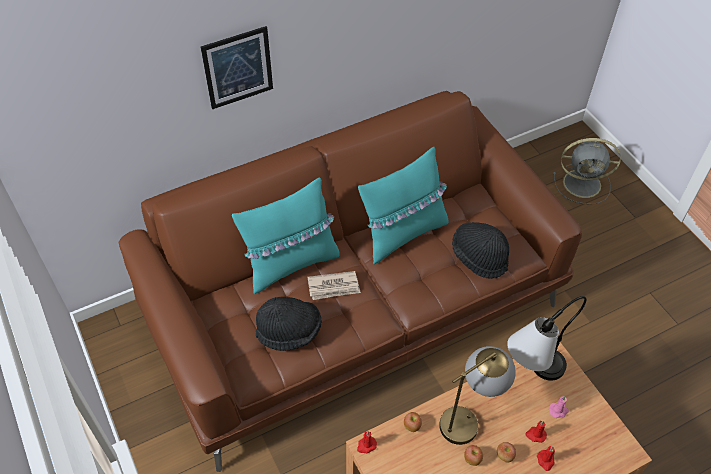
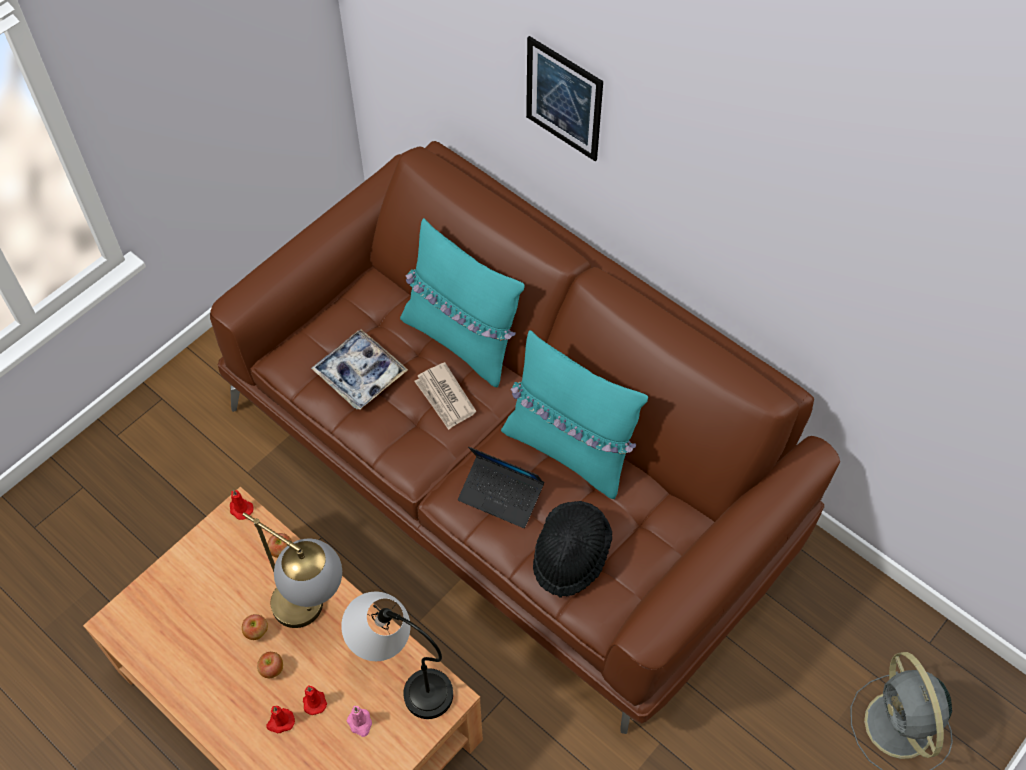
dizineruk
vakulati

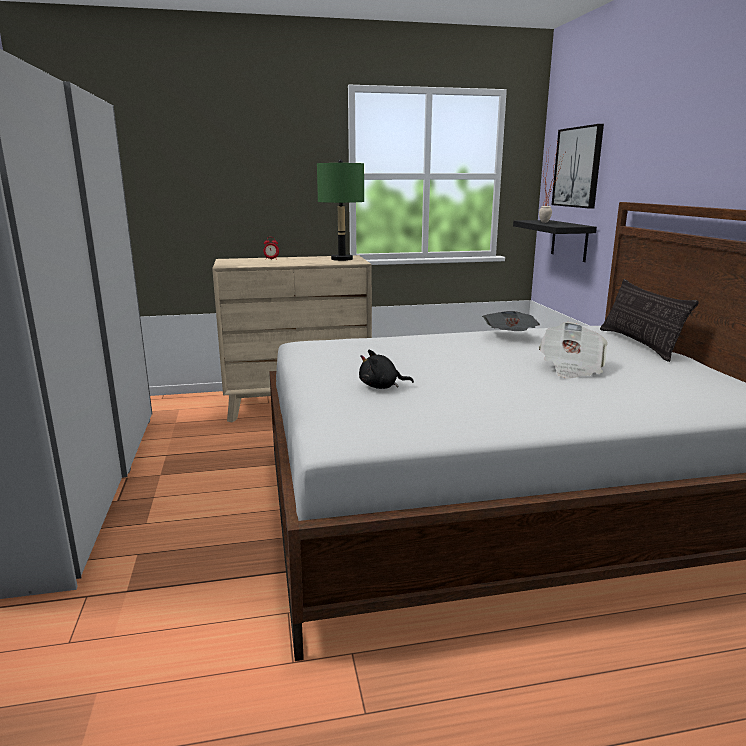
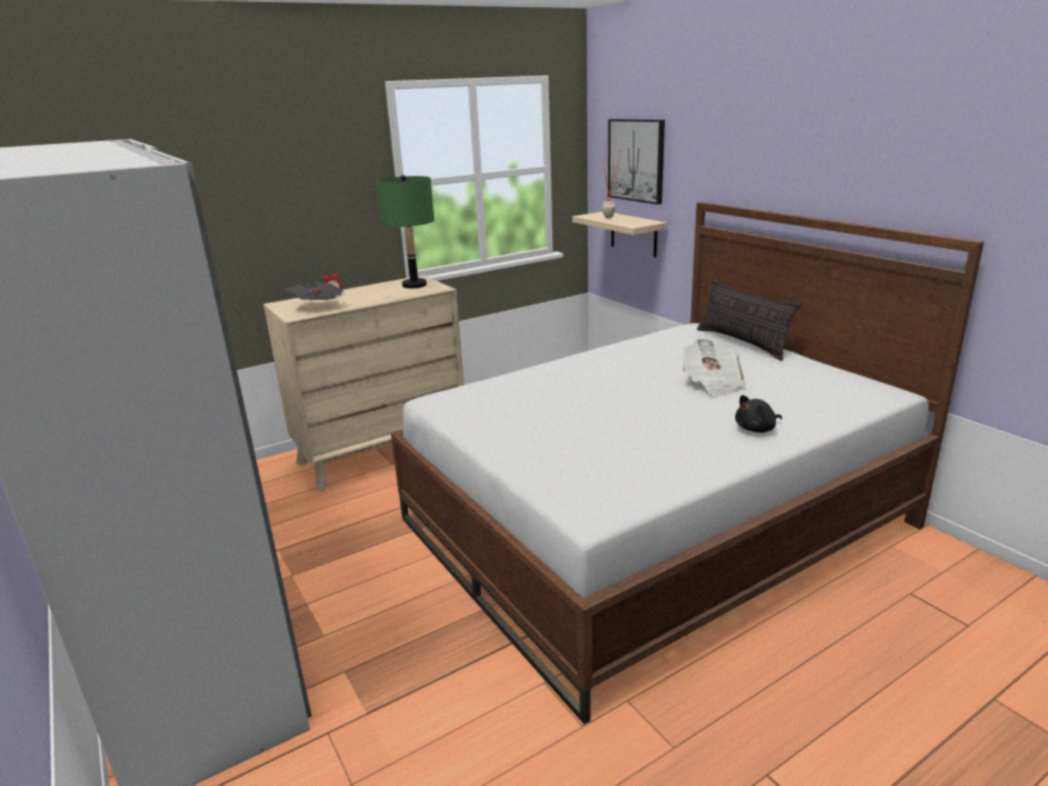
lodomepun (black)
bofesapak (1st from left)
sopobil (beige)

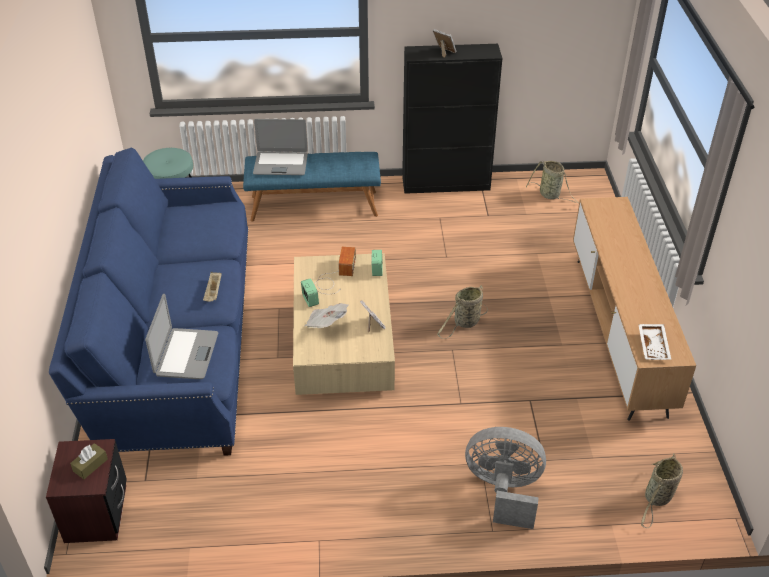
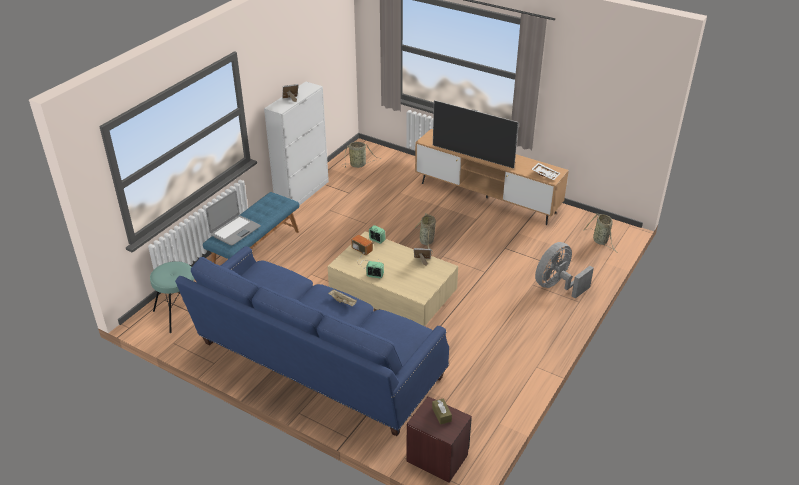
dizineruk (1st from left in the first image)
bofesapak
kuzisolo
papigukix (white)

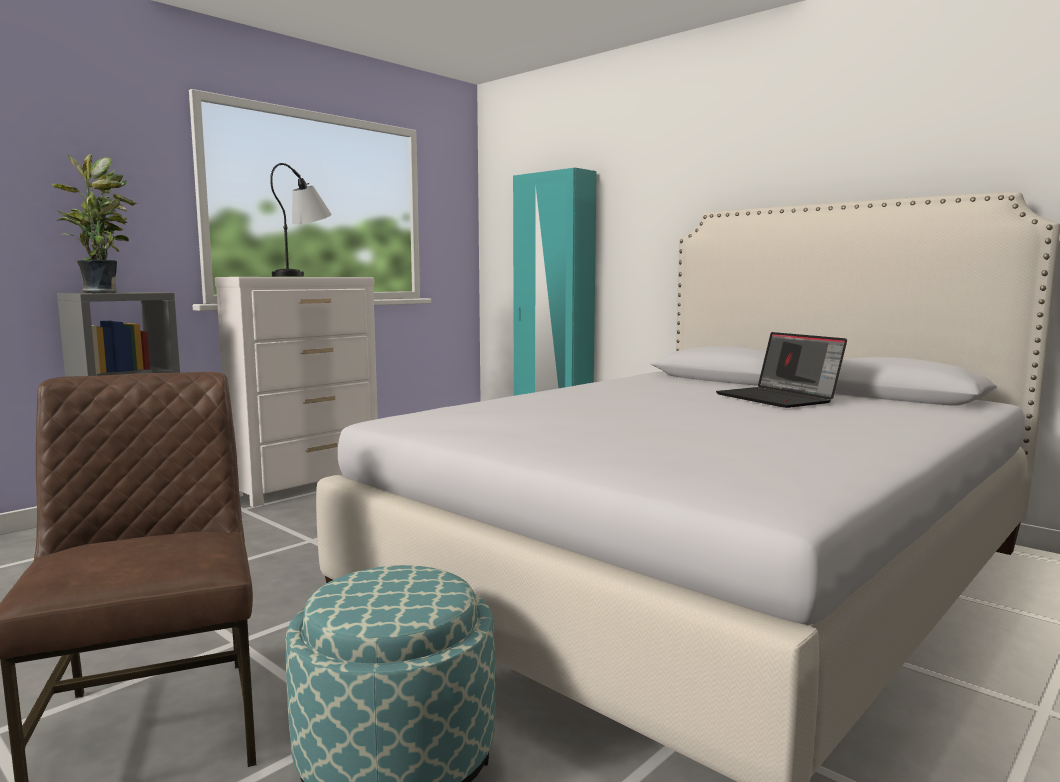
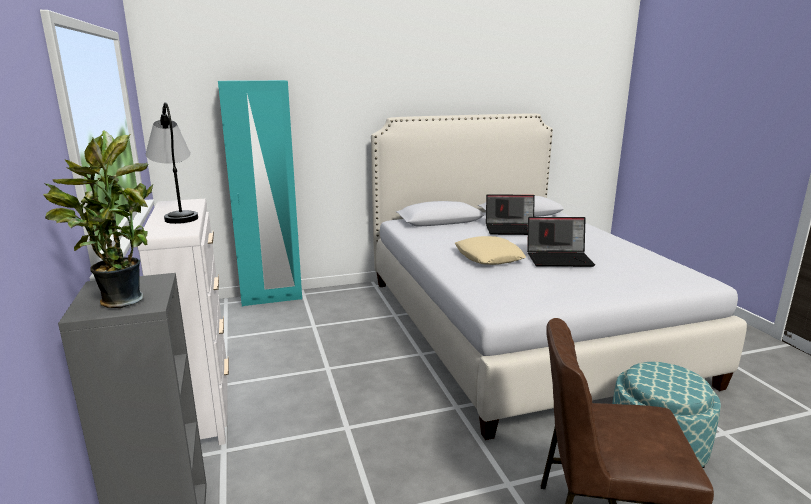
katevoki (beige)
dizineruk (2nd from left)

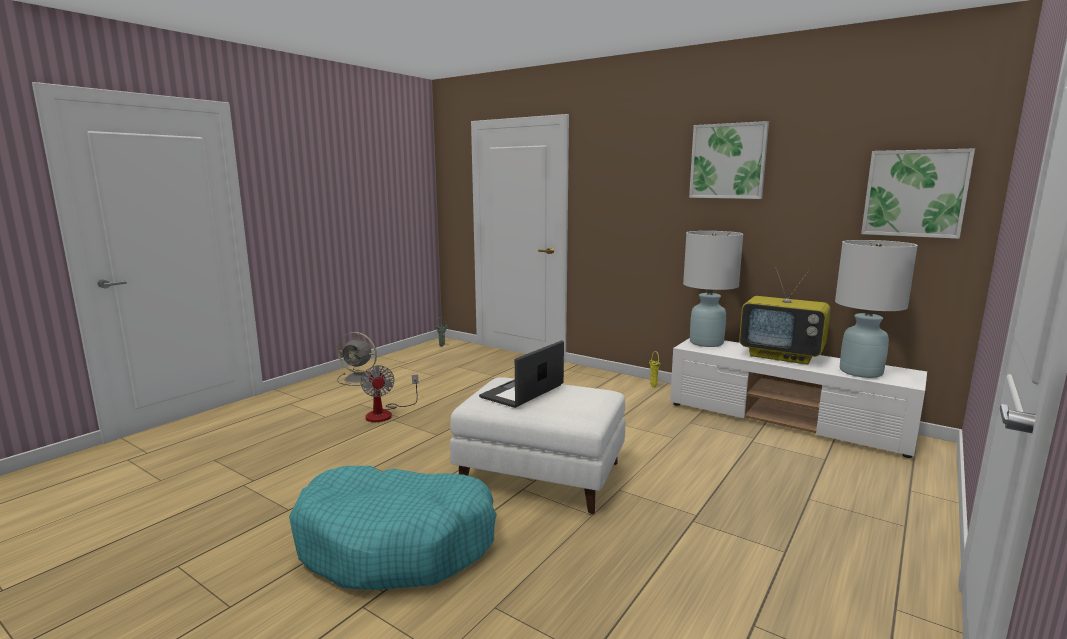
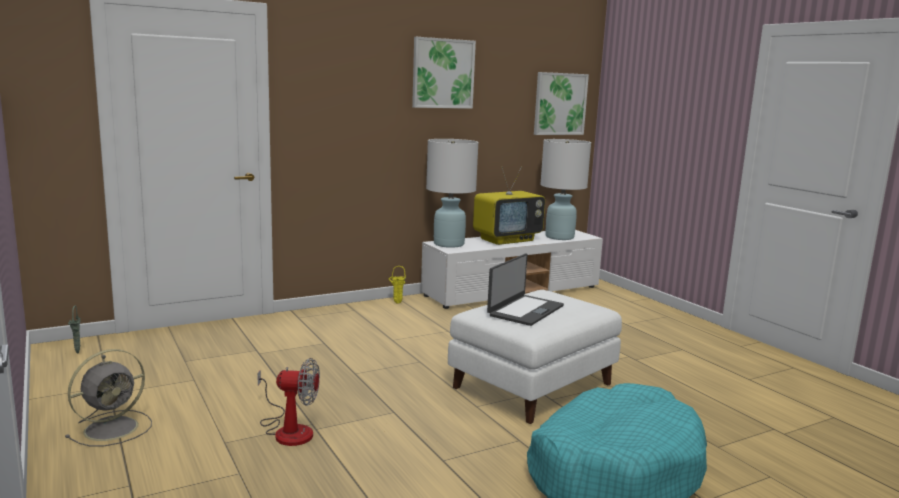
dizineruk

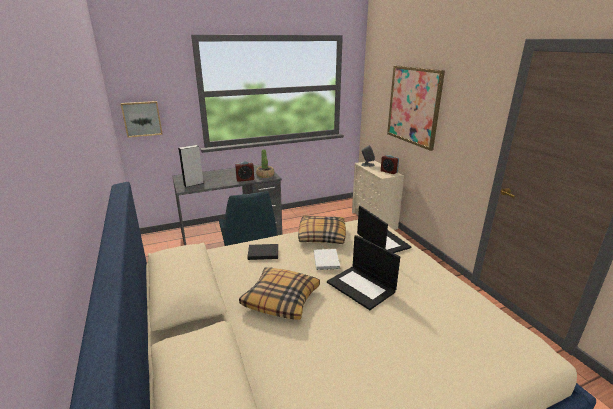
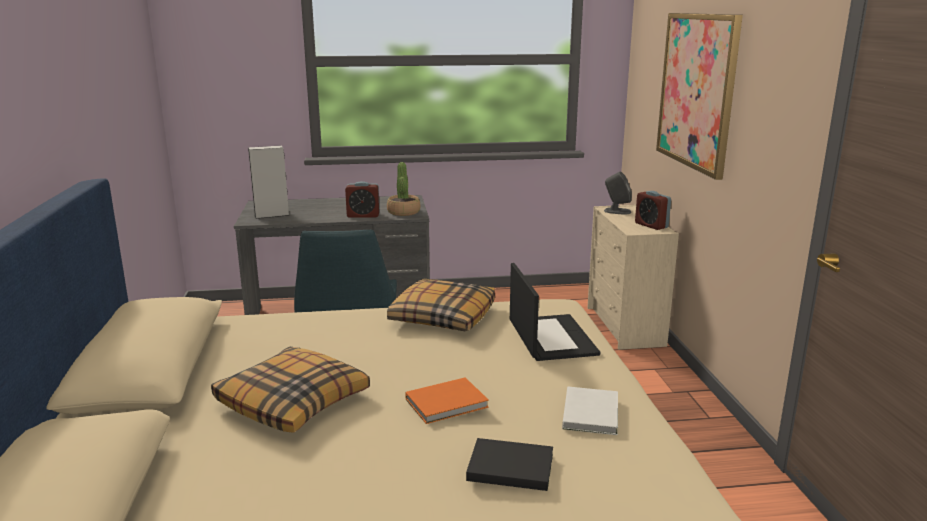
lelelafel (1st from left in the first image)
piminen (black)
piminen (white)
piminen (orange)

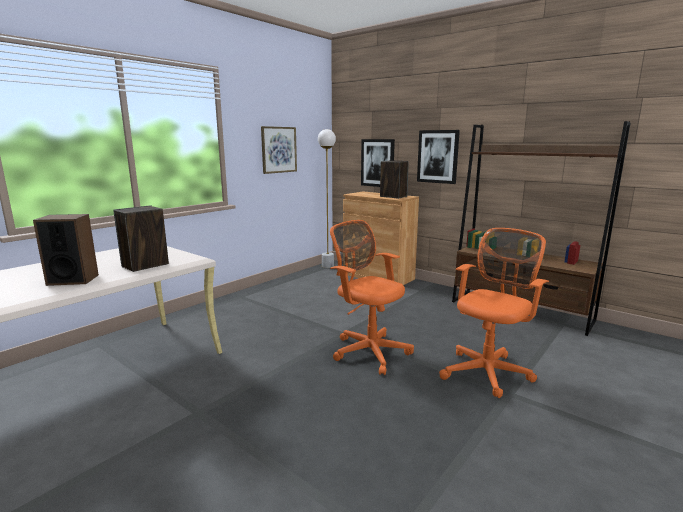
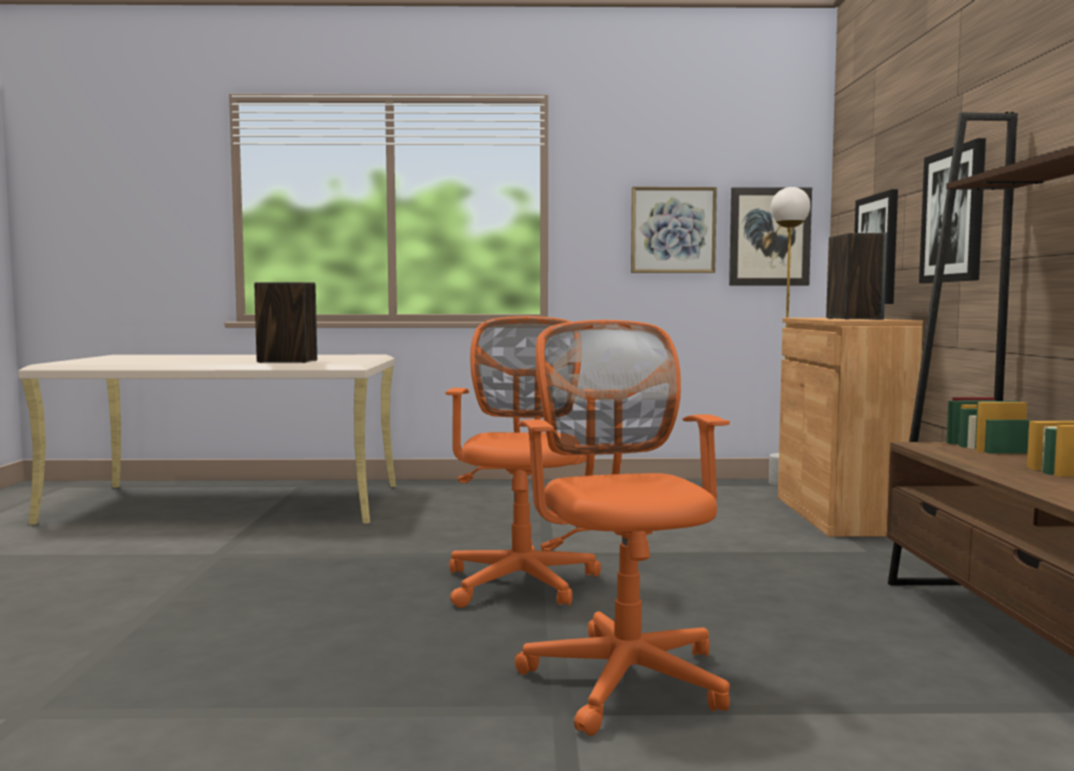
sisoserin (1st from left in the first image)
lelelafel (2nd from left)
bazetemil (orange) (2nd from left)

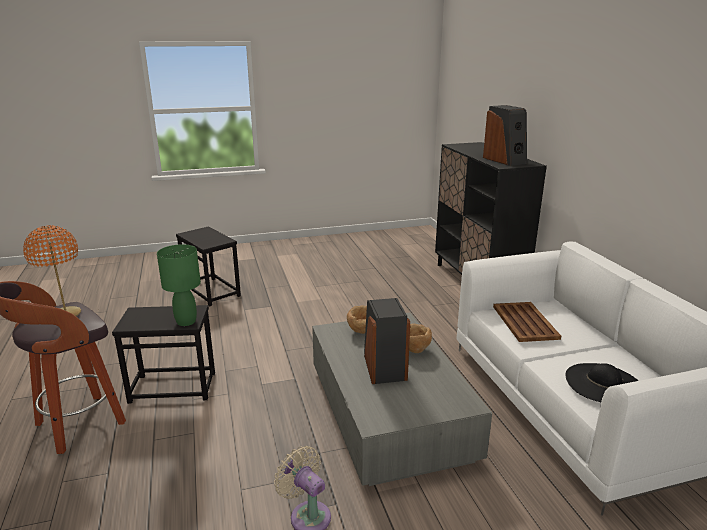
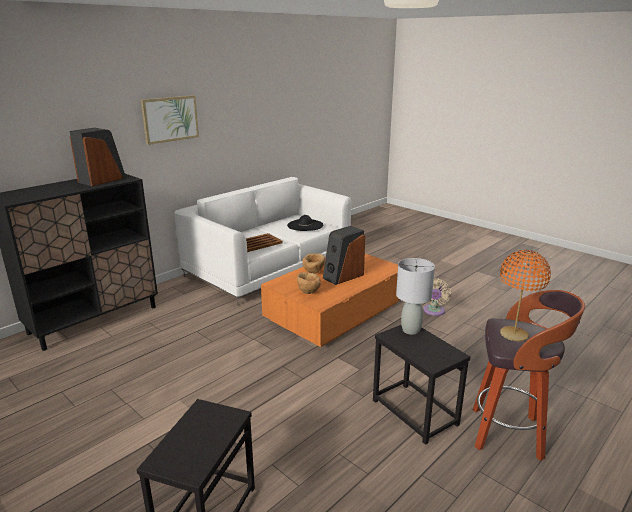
lelelafel
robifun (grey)
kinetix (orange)

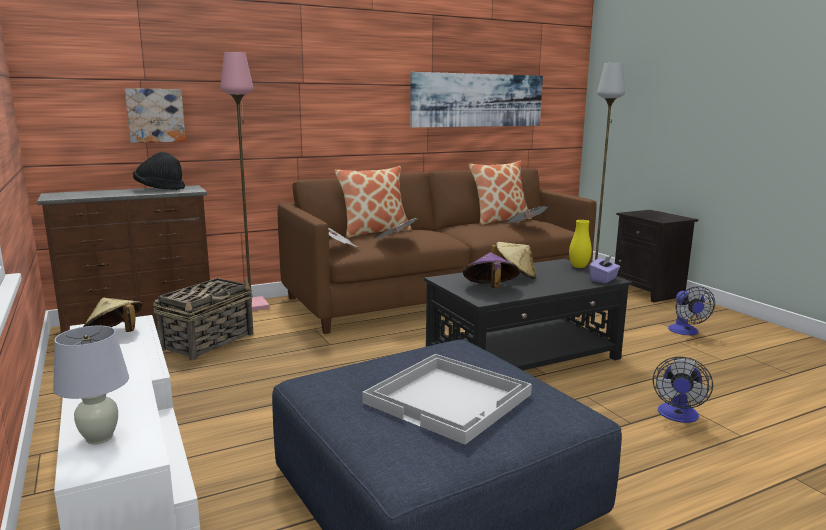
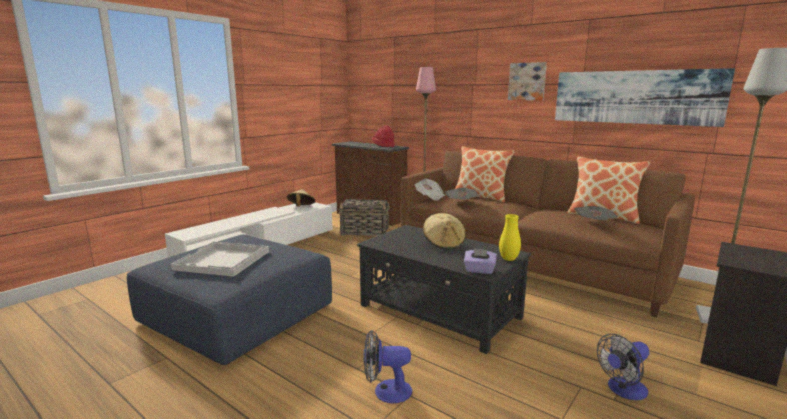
robifun (white)
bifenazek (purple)
lelelafel (1st from left)
bifenazek (red)

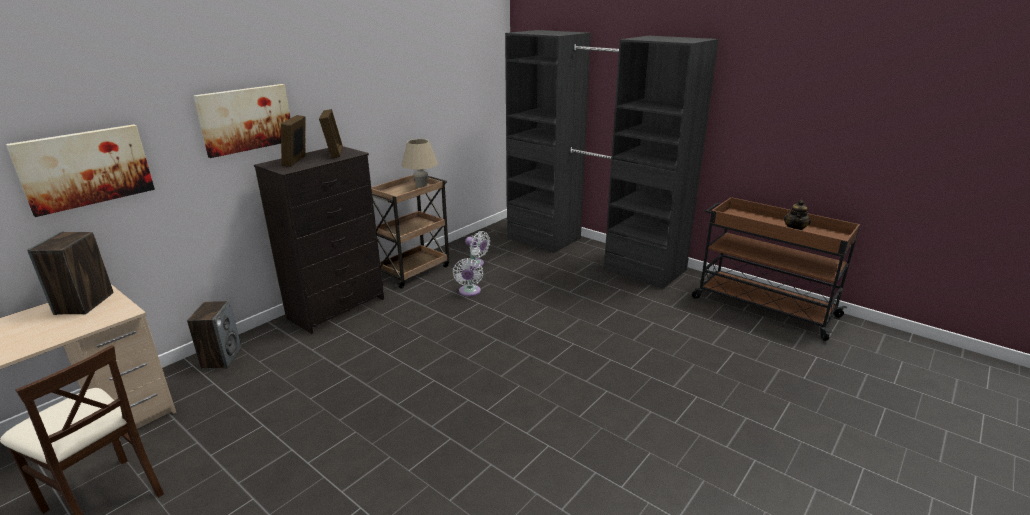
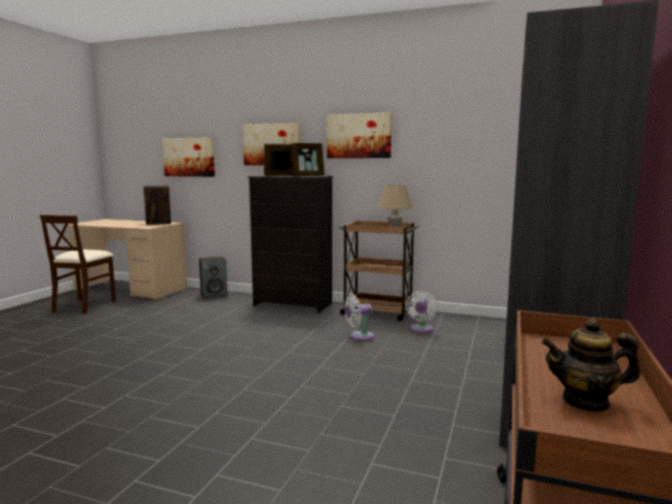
lelelafel (3rd from left)

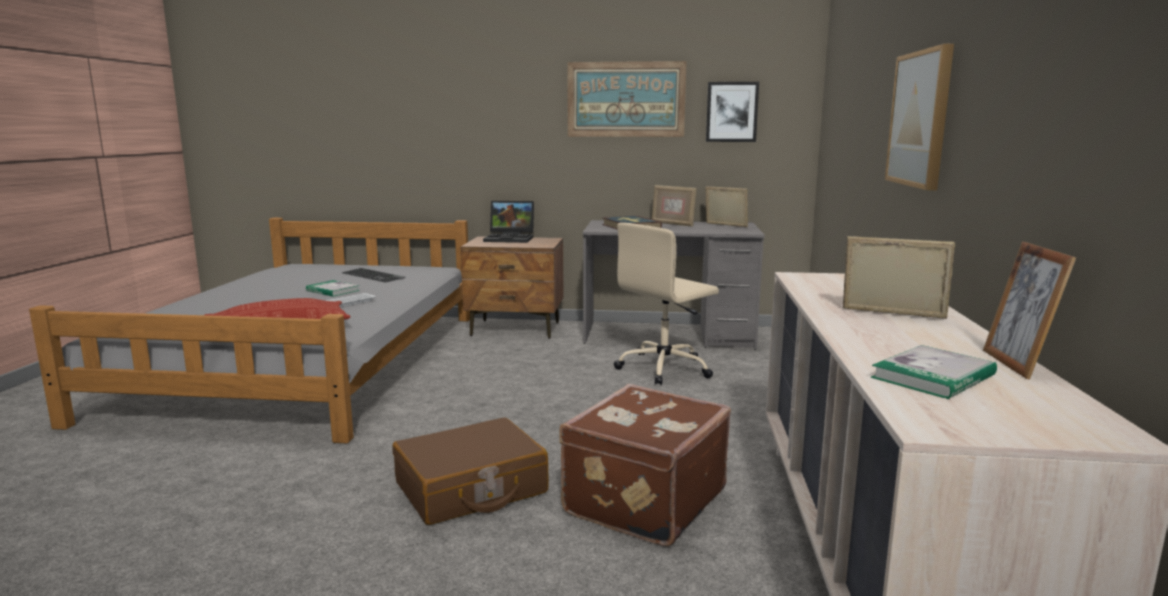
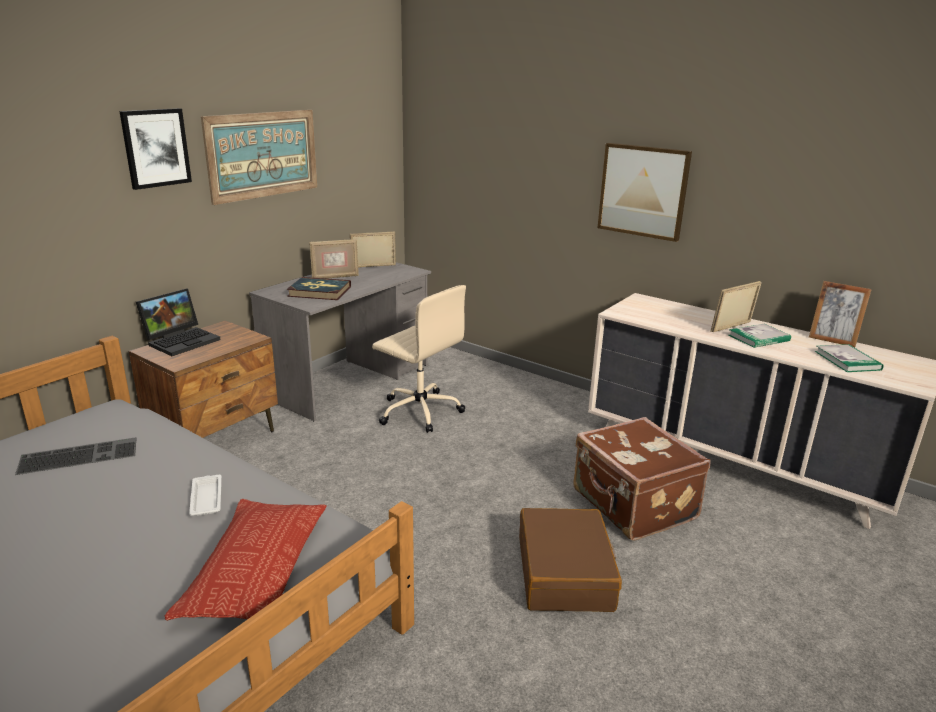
piminen (2nd from left)
lelelafel (1st from left)
bazetemil (beige)

